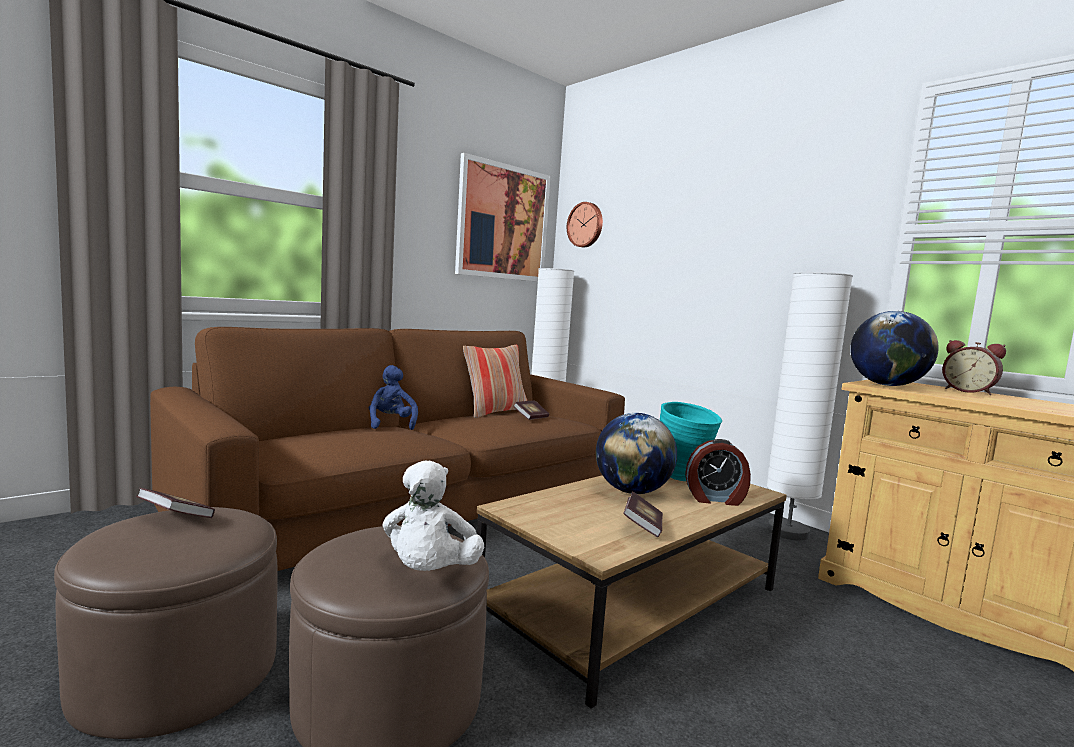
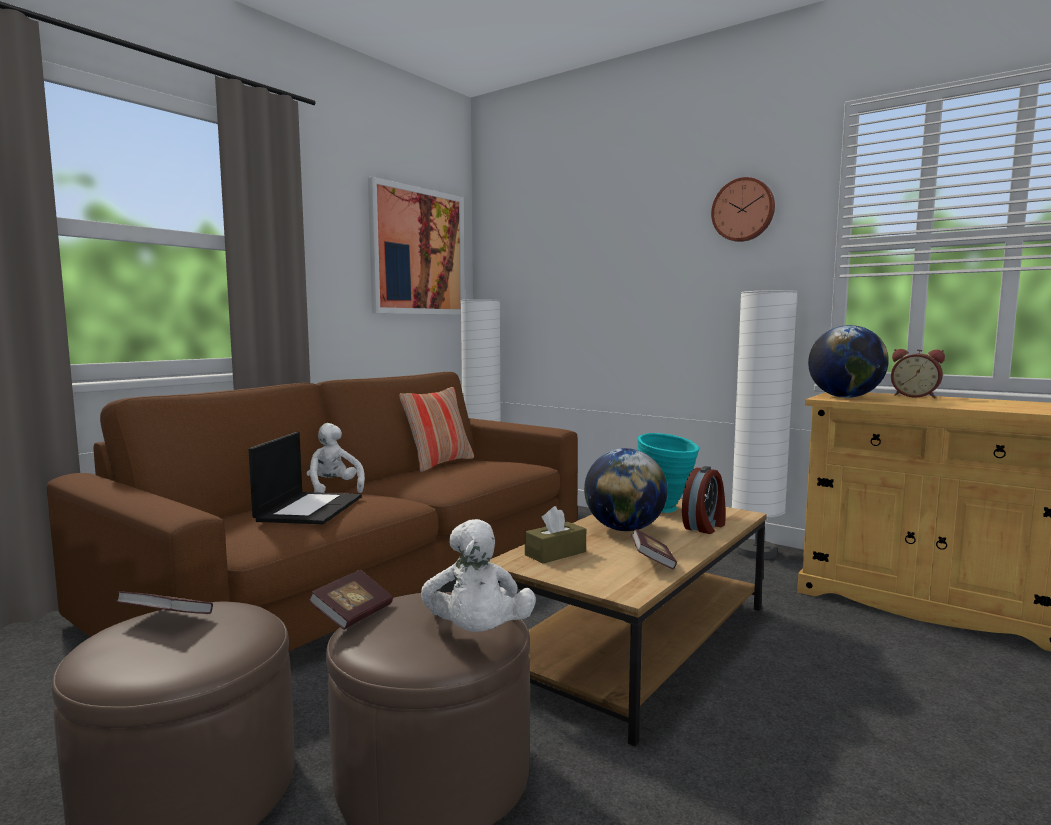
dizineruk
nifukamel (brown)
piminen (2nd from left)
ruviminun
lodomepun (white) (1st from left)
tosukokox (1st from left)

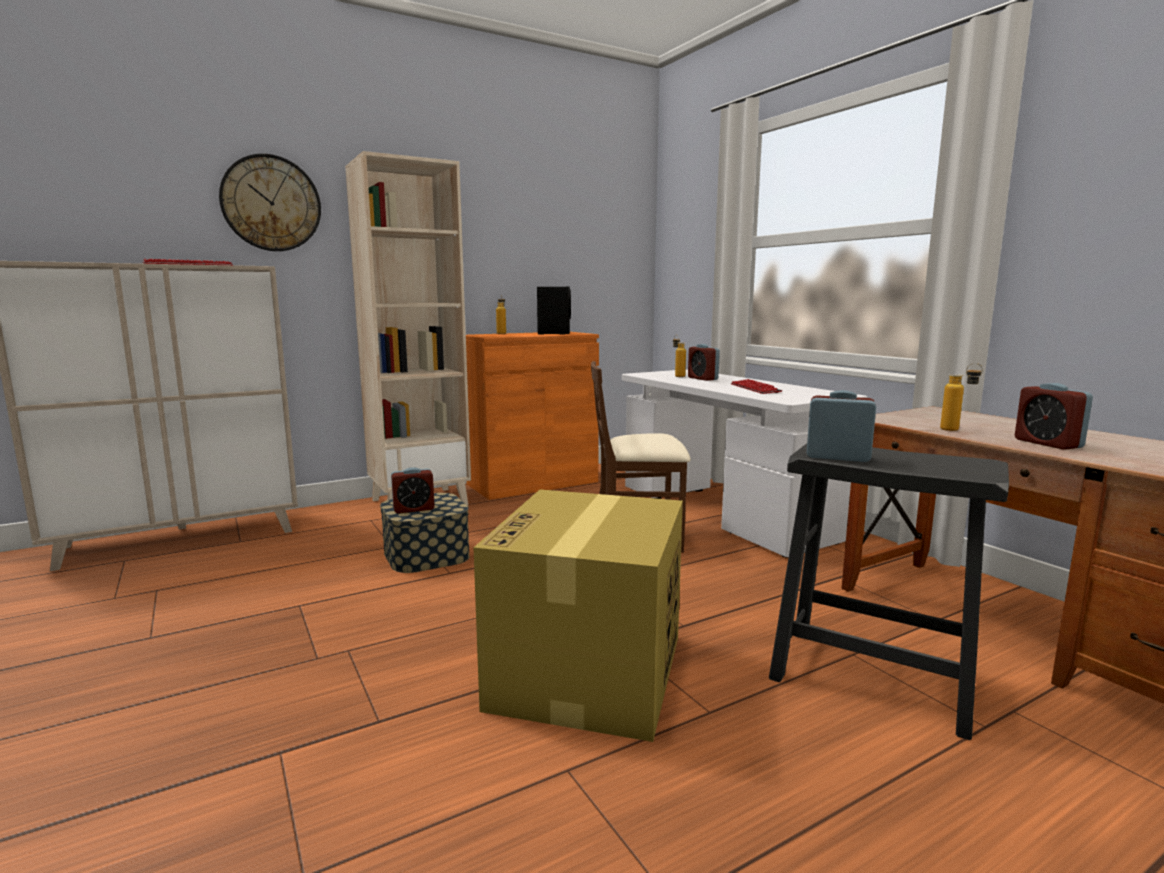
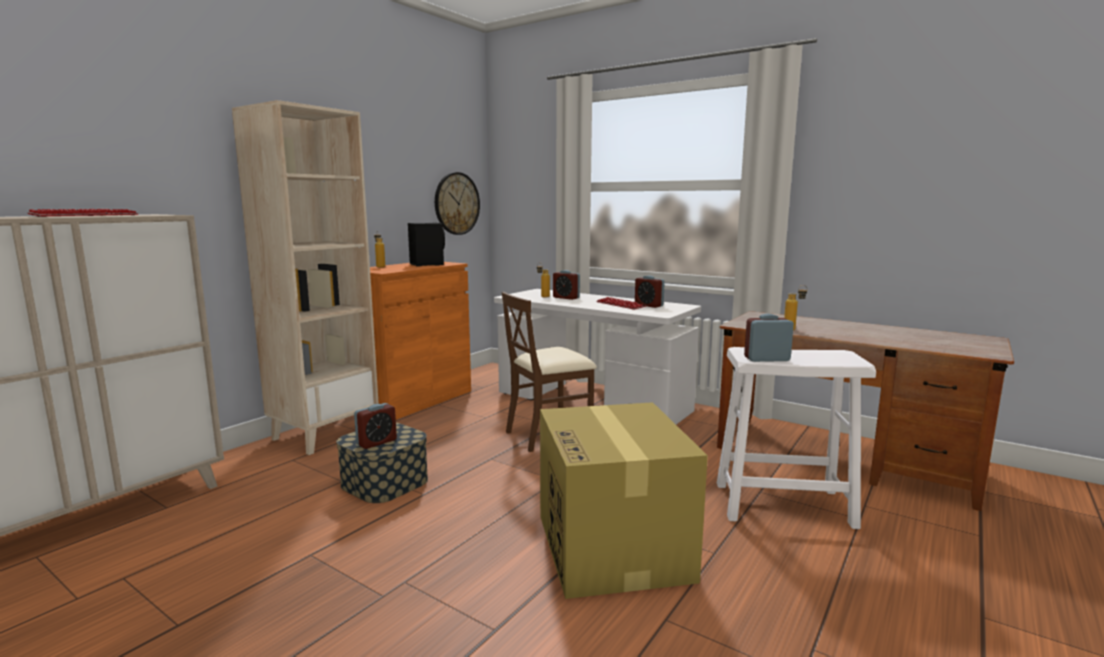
ruviminun
tosukokox (3rd from left)
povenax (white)

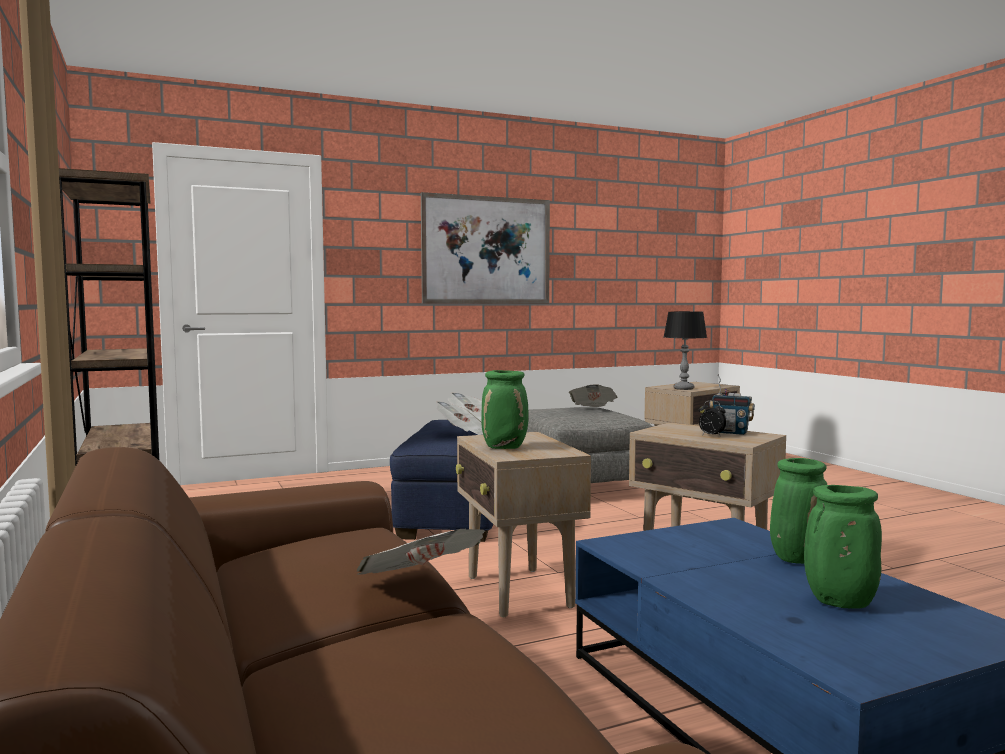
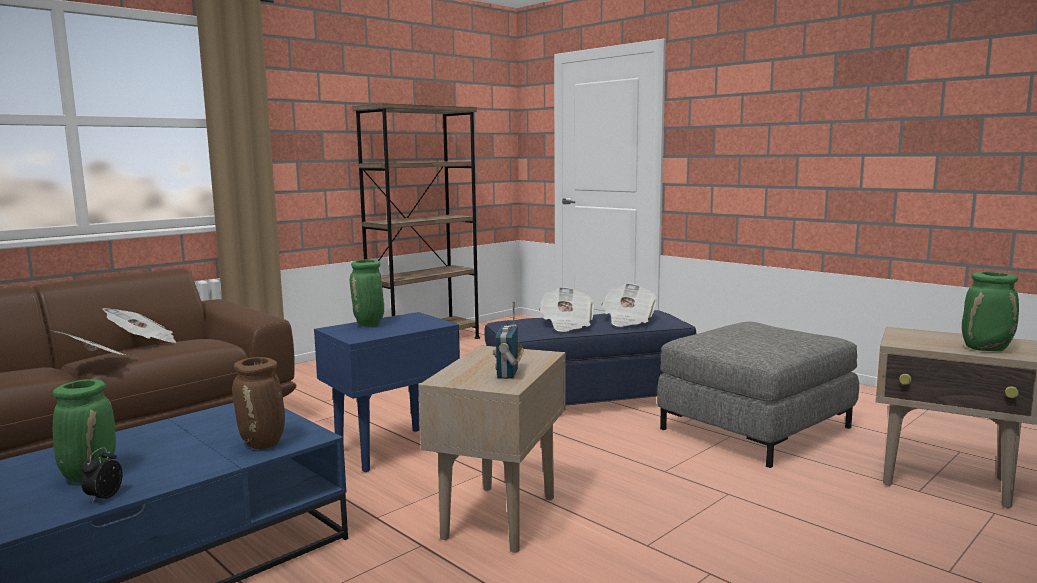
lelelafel
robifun
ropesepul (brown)
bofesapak (2nd from left)
tosukokox
ropesepul (green) (3rd from left)
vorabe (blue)

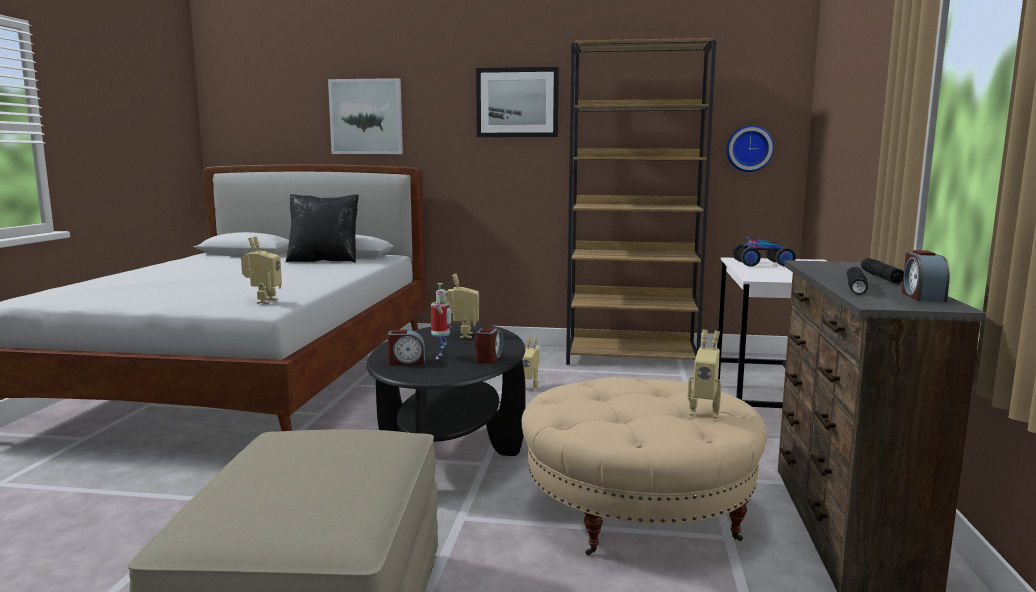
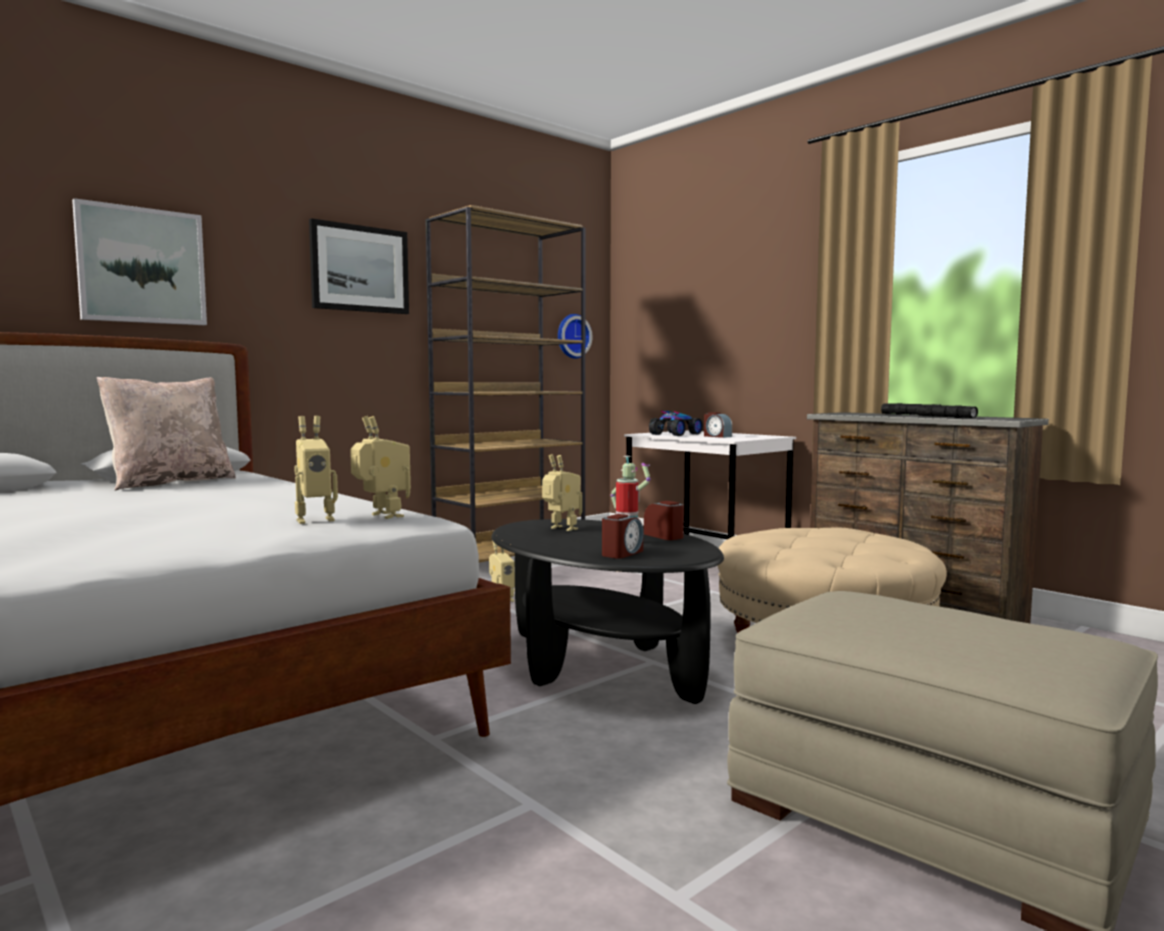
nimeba (1st from left)
tosukokox (3rd from left)
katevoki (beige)

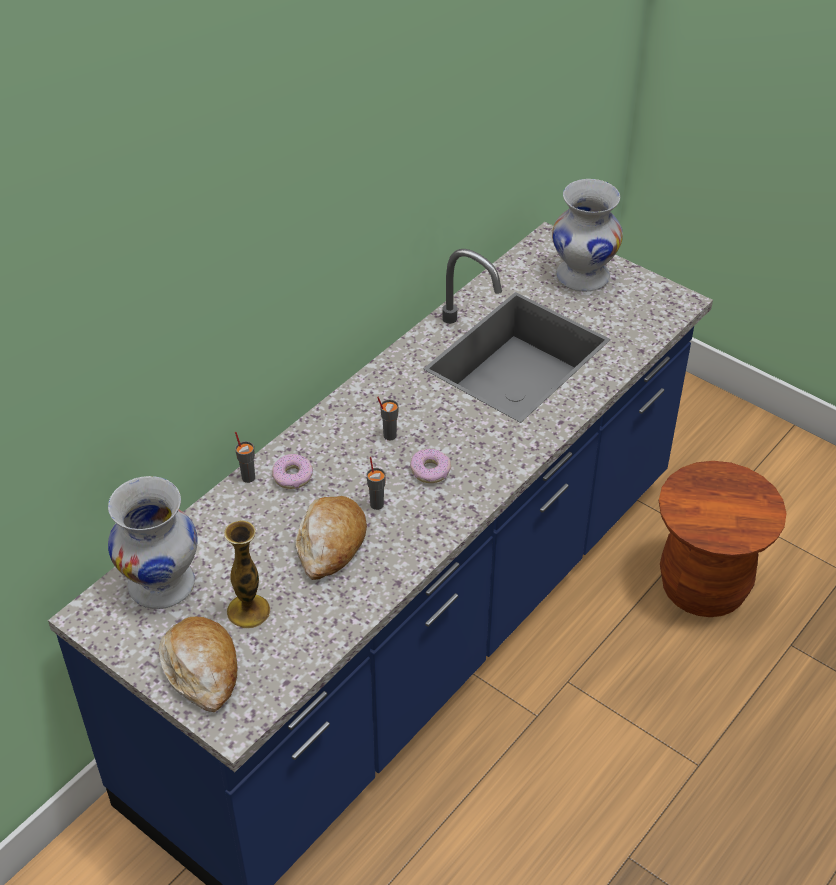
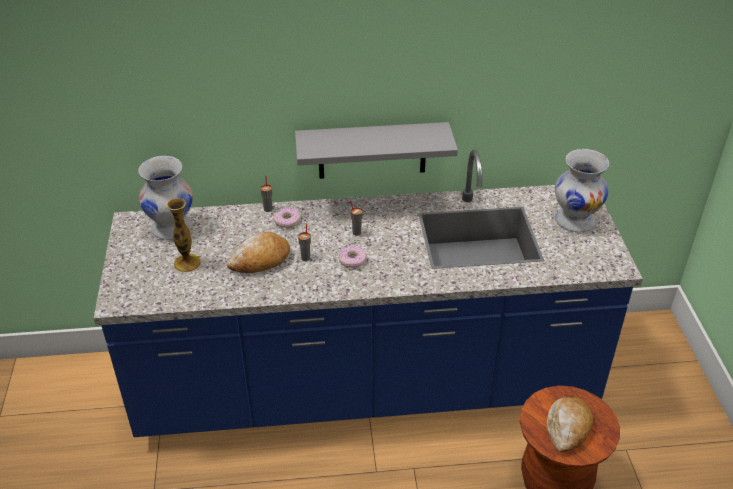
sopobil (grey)
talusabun (2nd from left)

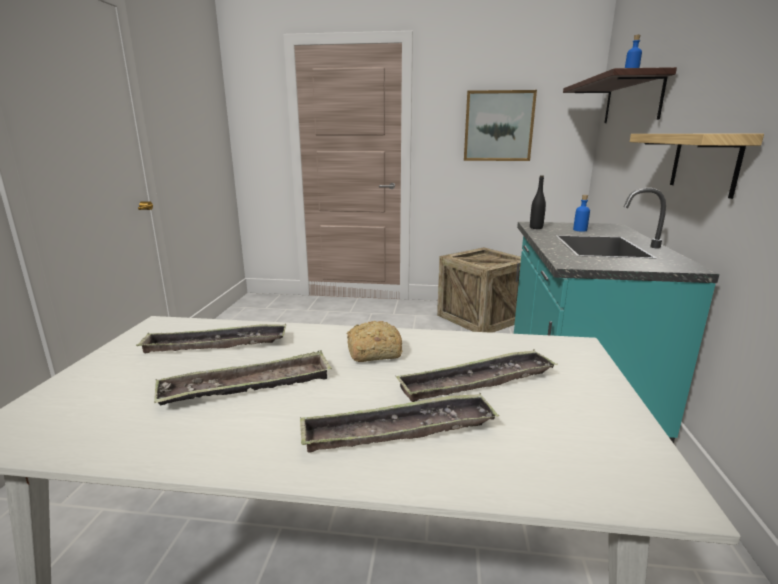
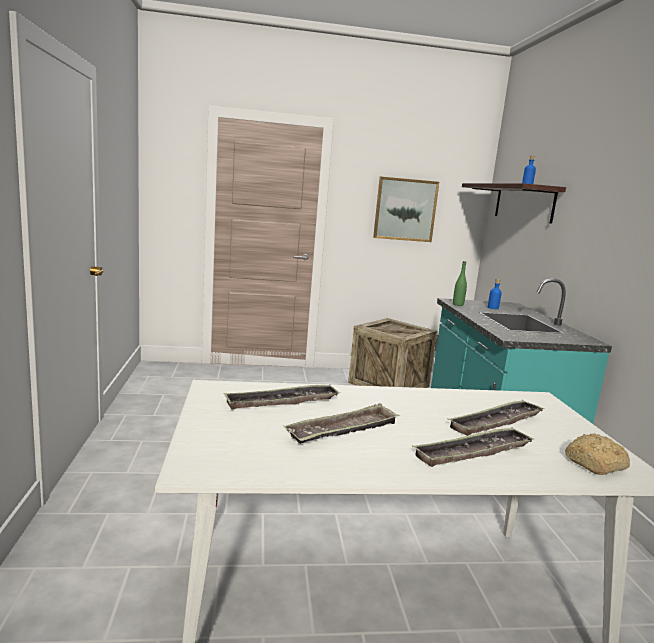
sopobil (2nd from left in the first image)
talusabun
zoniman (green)

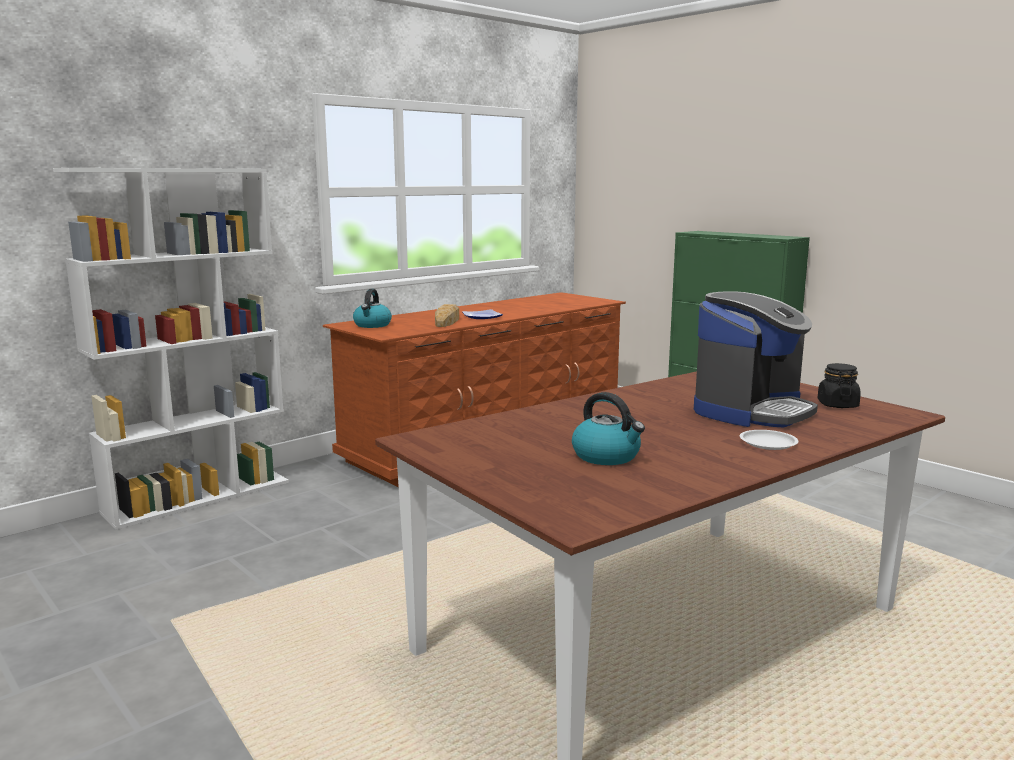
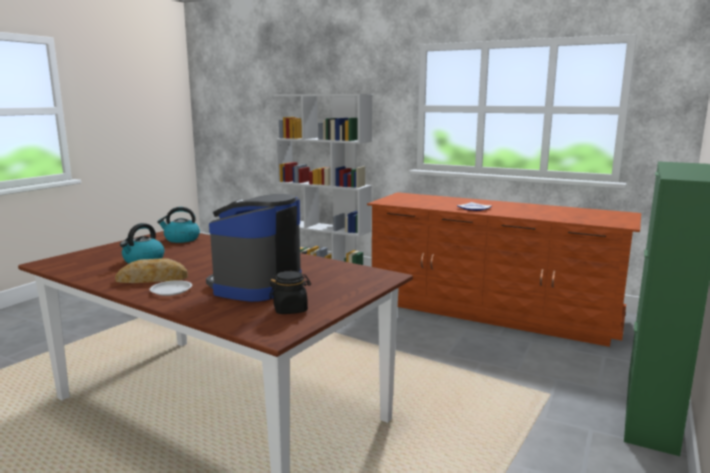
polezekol (2nd from left)
talusabun
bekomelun

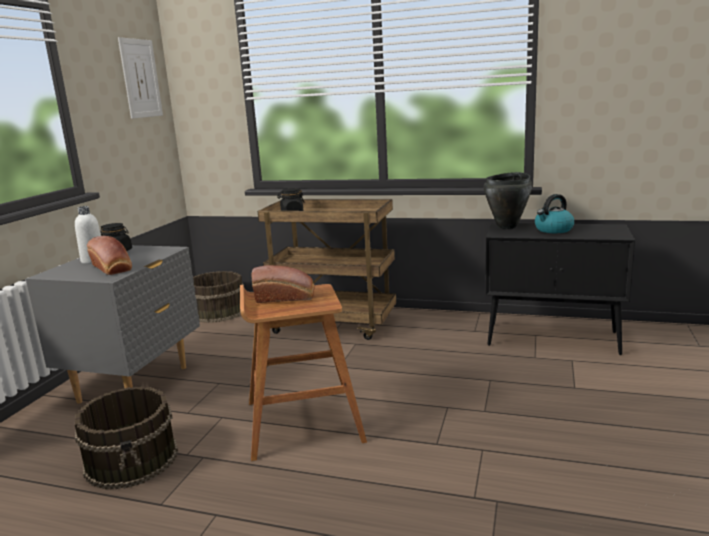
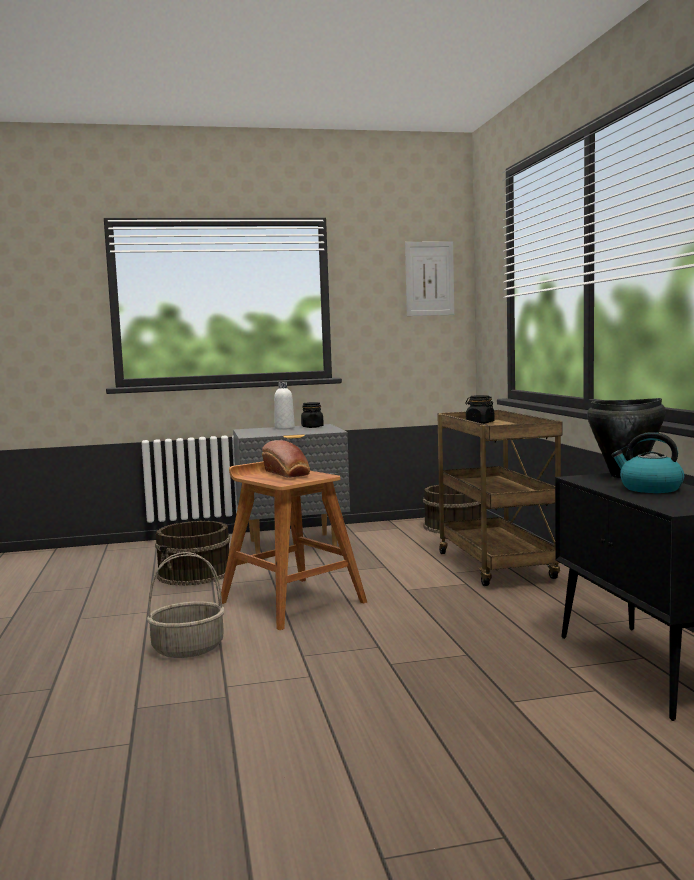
talusabun (1st from left in the first image)
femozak

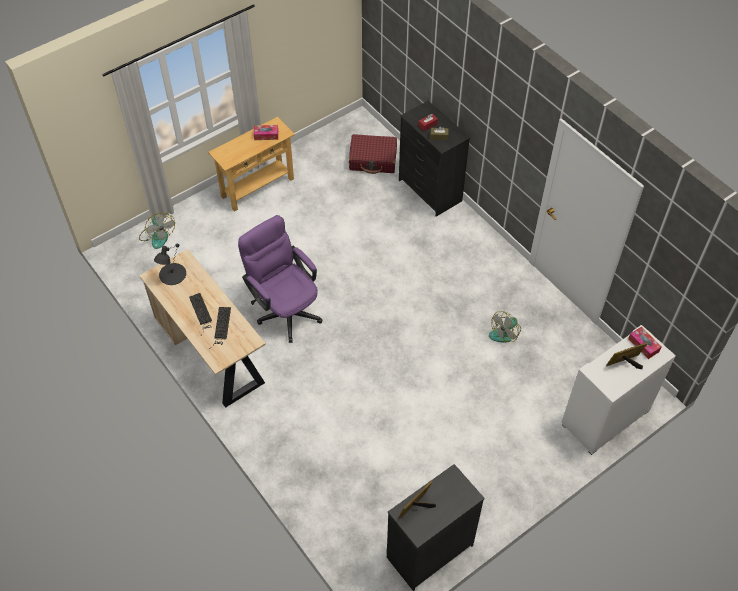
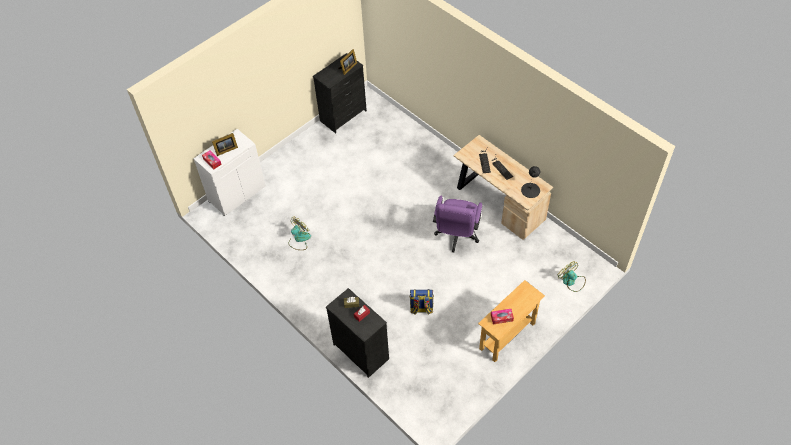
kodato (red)
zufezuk
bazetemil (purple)

